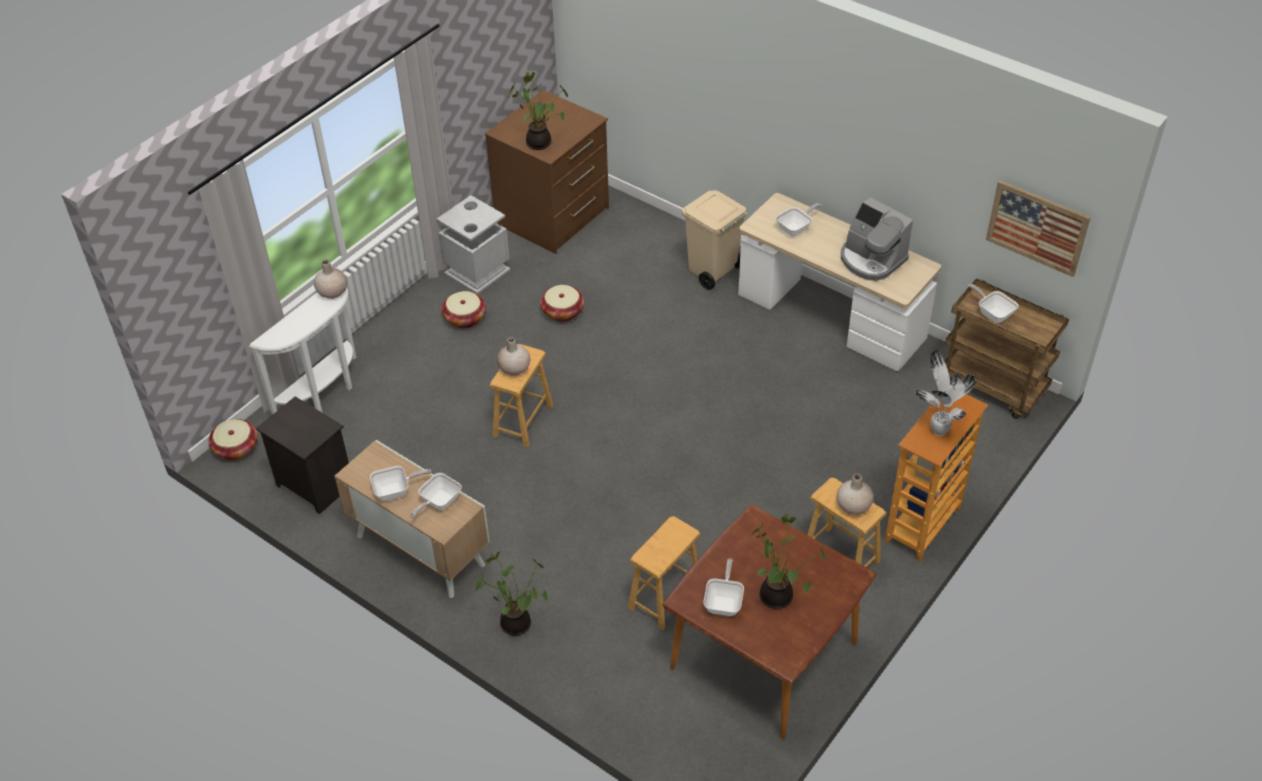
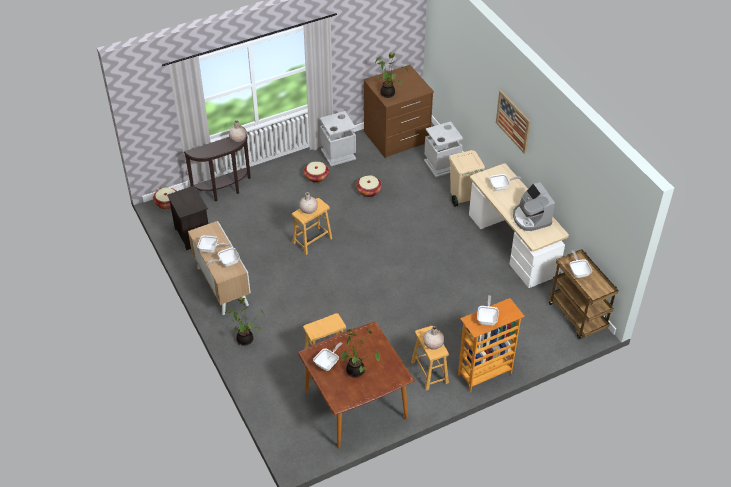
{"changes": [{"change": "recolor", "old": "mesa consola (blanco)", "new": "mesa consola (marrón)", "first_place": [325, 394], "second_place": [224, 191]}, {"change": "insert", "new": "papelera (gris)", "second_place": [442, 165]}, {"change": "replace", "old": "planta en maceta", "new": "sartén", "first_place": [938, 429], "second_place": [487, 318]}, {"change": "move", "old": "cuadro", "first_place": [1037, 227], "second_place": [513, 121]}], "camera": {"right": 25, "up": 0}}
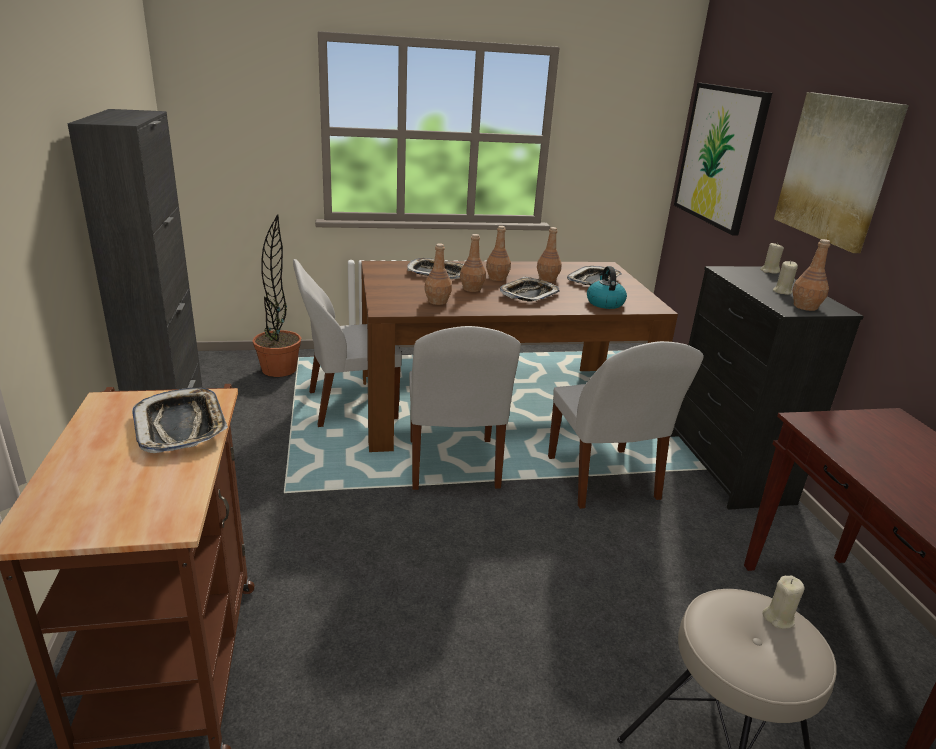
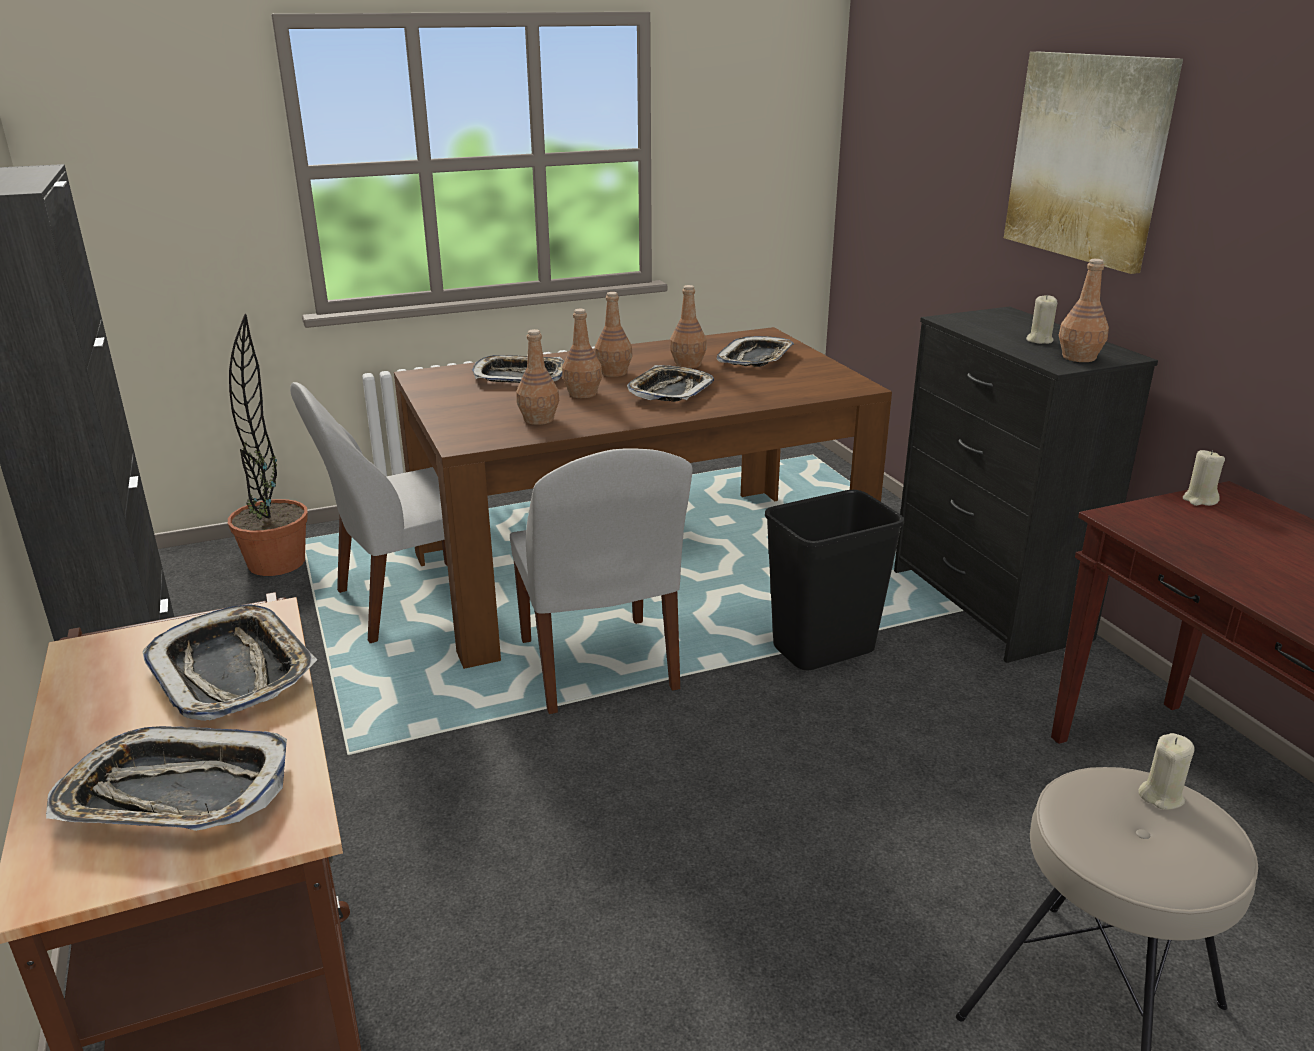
{"changes": [{"change": "insert", "new": "bandeja", "second_place": [175, 794]}, {"change": "replace", "old": "silla (blanco)", "new": "papelera (negro)", "first_place": [603, 480], "second_place": [823, 651]}, {"change": "move", "old": "vela (beis)", "first_place": [769, 271], "second_place": [1199, 500]}, {"change": "delete", "old": "hervidor", "first_place": [604, 303]}, {"change": "delete", "old": "cuadro", "first_place": [719, 156]}], "camera": {"right": -10, "up": 0}}
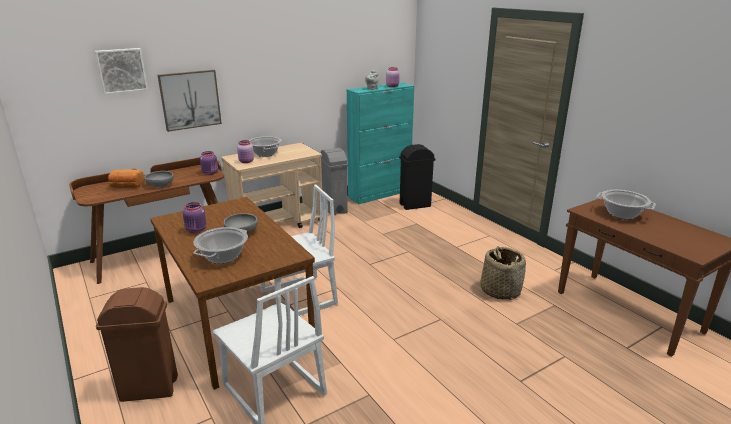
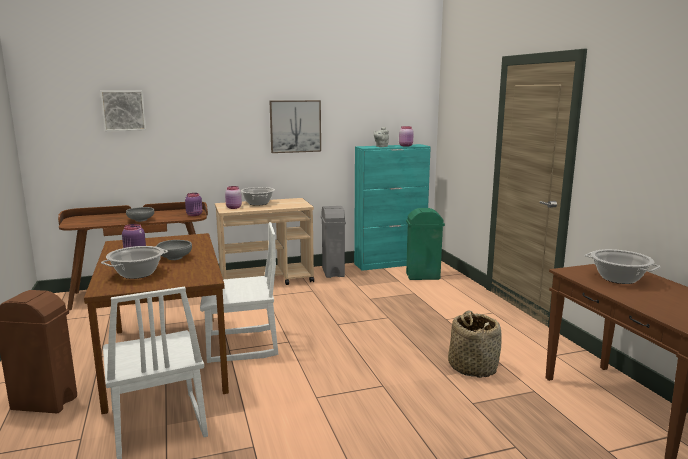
{"changes": [{"change": "move", "old": "cuadro", "first_place": [190, 100], "second_place": [295, 126]}, {"change": "recolor", "old": "papelera (negro)", "new": "papelera (verde)", "first_place": [414, 205], "second_place": [422, 276]}, {"change": "delete", "old": "pan", "first_place": [126, 186]}], "camera": {"right": 15, "up": -10}}
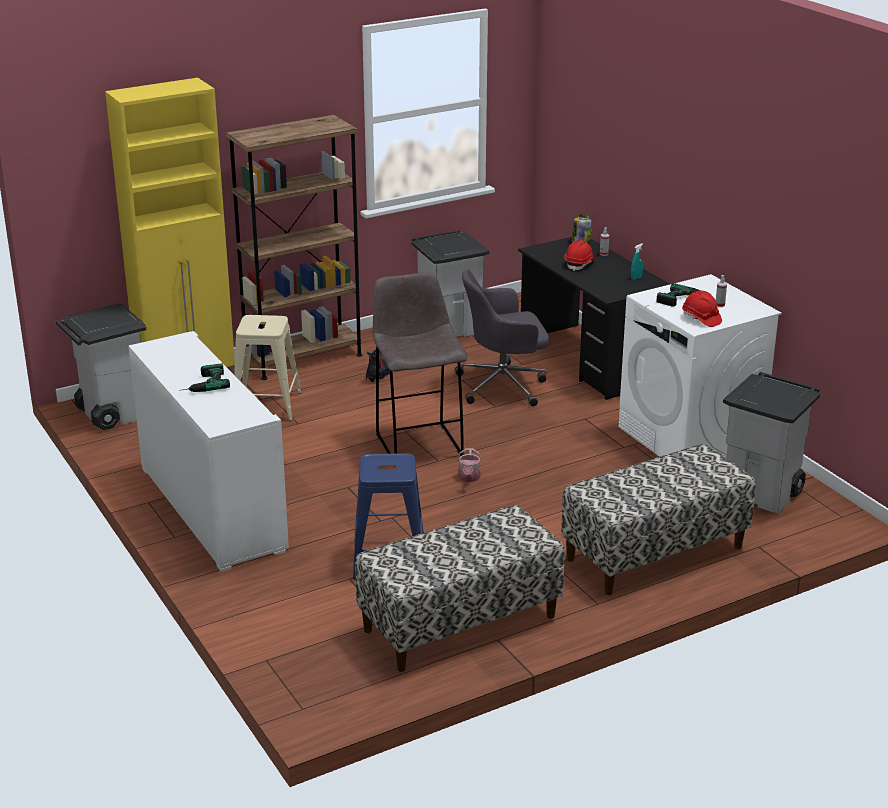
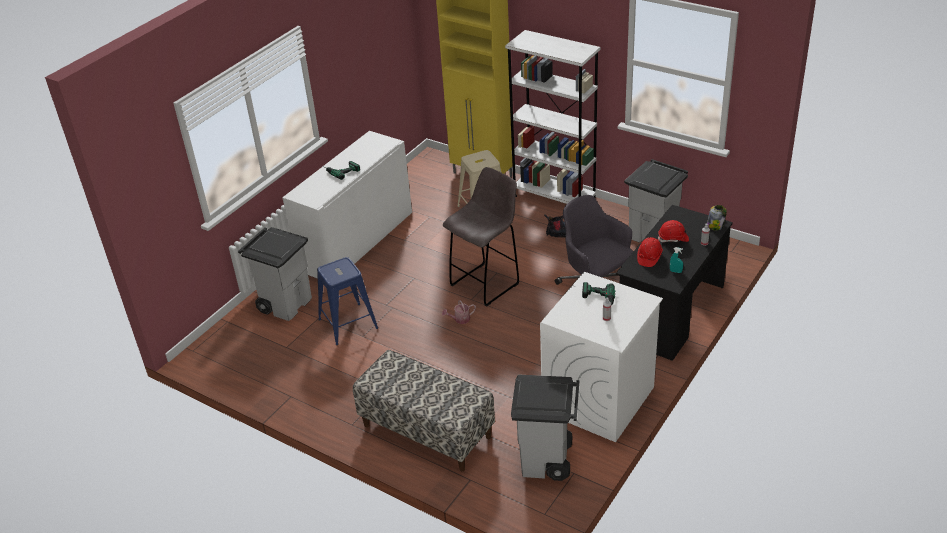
{"changes": [{"change": "move", "old": "papelera (gris)", "first_place": [111, 414], "second_place": [286, 304]}, {"change": "recolor", "old": "estantería (marrón)", "new": "estantería (blanco)", "first_place": [303, 358], "second_place": [554, 198]}, {"change": "move", "old": "casco (rojo)", "first_place": [701, 319], "second_place": [649, 257]}, {"change": "delete", "old": "banco", "first_place": [460, 624]}], "camera": {"right": 65, "up": 10}}
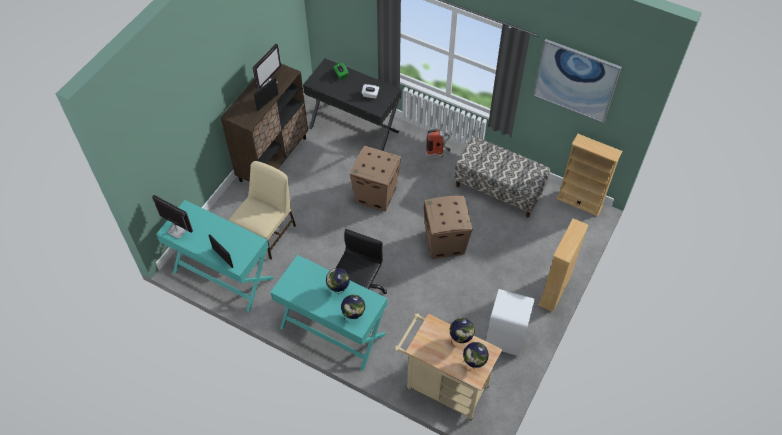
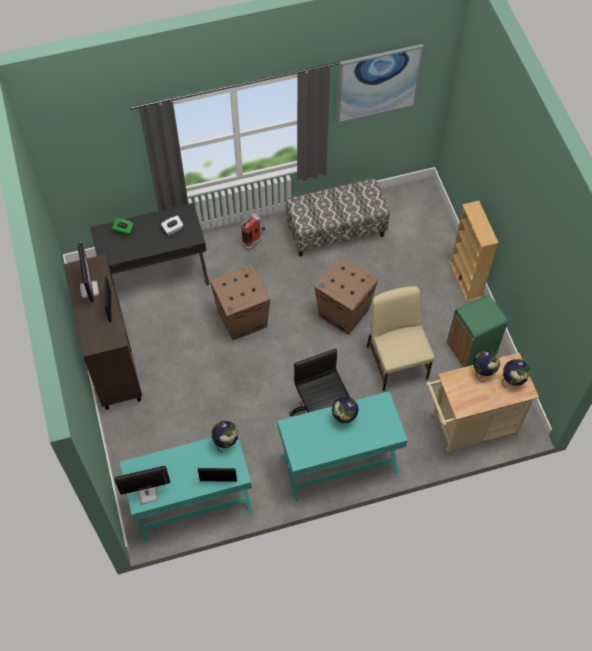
{"changes": [{"change": "move", "old": "globo terráqueo", "first_place": [353, 315], "second_place": [226, 442]}, {"change": "move", "old": "silla (beis)", "first_place": [267, 233], "second_place": [397, 361]}, {"change": "recolor", "old": "papelera (blanco)", "new": "papelera (verde)", "first_place": [505, 338], "second_place": [471, 349]}, {"change": "delete", "old": "estantería (beis)", "first_place": [579, 202]}], "camera": {"right": -45, "up": 5}}
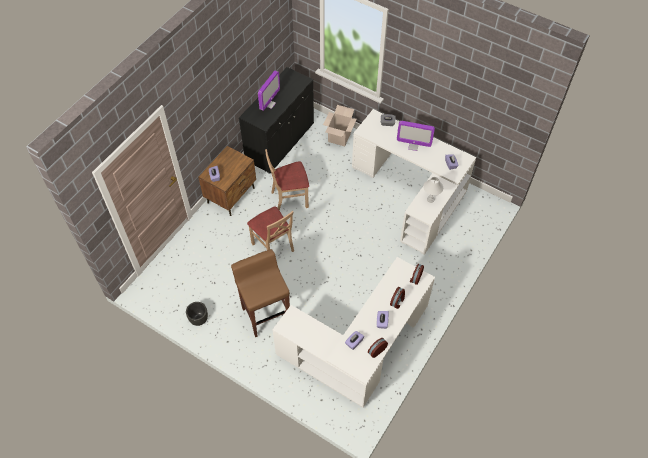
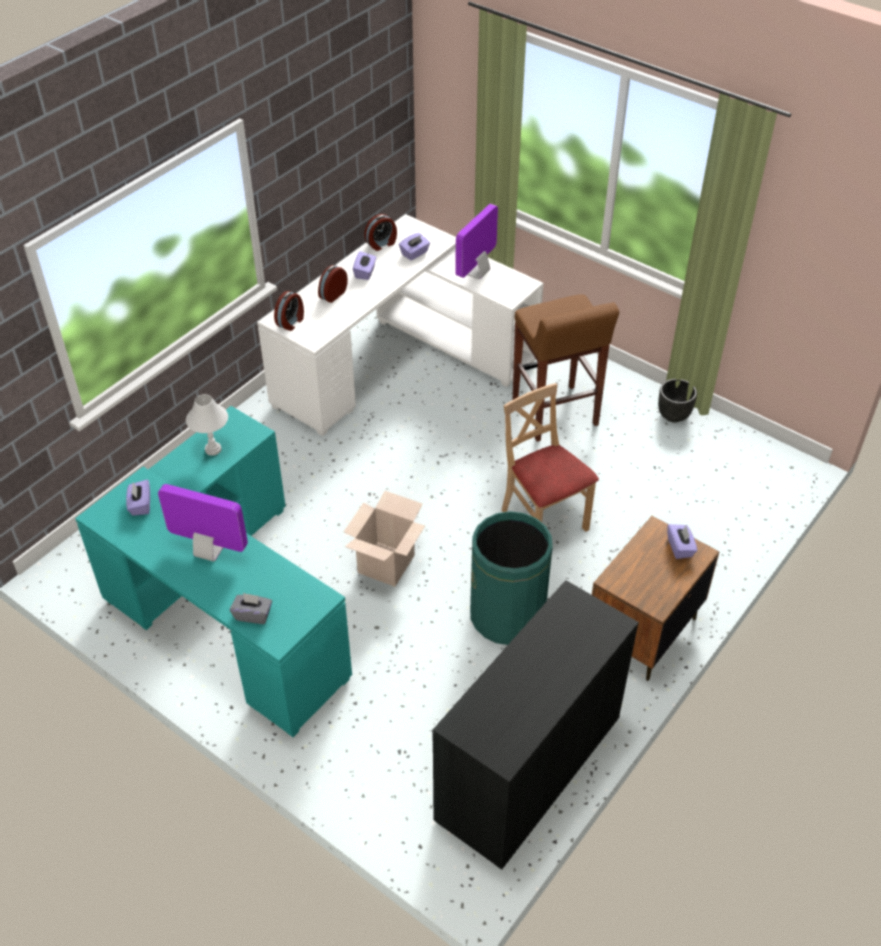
{"changes": [{"change": "recolor", "old": "escritorio (blanco)", "new": "escritorio (turquesa)", "first_place": [412, 193], "second_place": [225, 608]}, {"change": "move", "old": "caja de cartón", "first_place": [339, 137], "second_place": [386, 564]}, {"change": "move", "old": "monitor", "first_place": [269, 104], "second_place": [477, 273]}, {"change": "replace", "old": "silla (beis)", "new": "papelera (verde)", "first_place": [289, 198], "second_place": [507, 616]}], "camera": {"right": -175, "up": -10}}
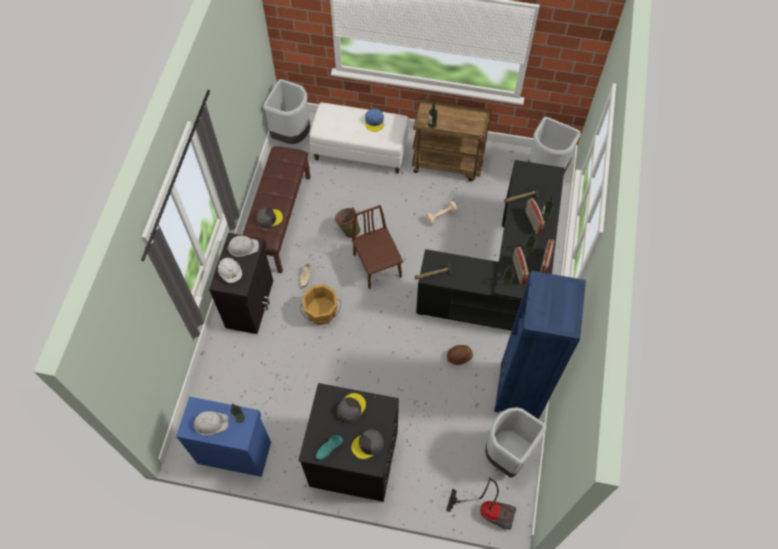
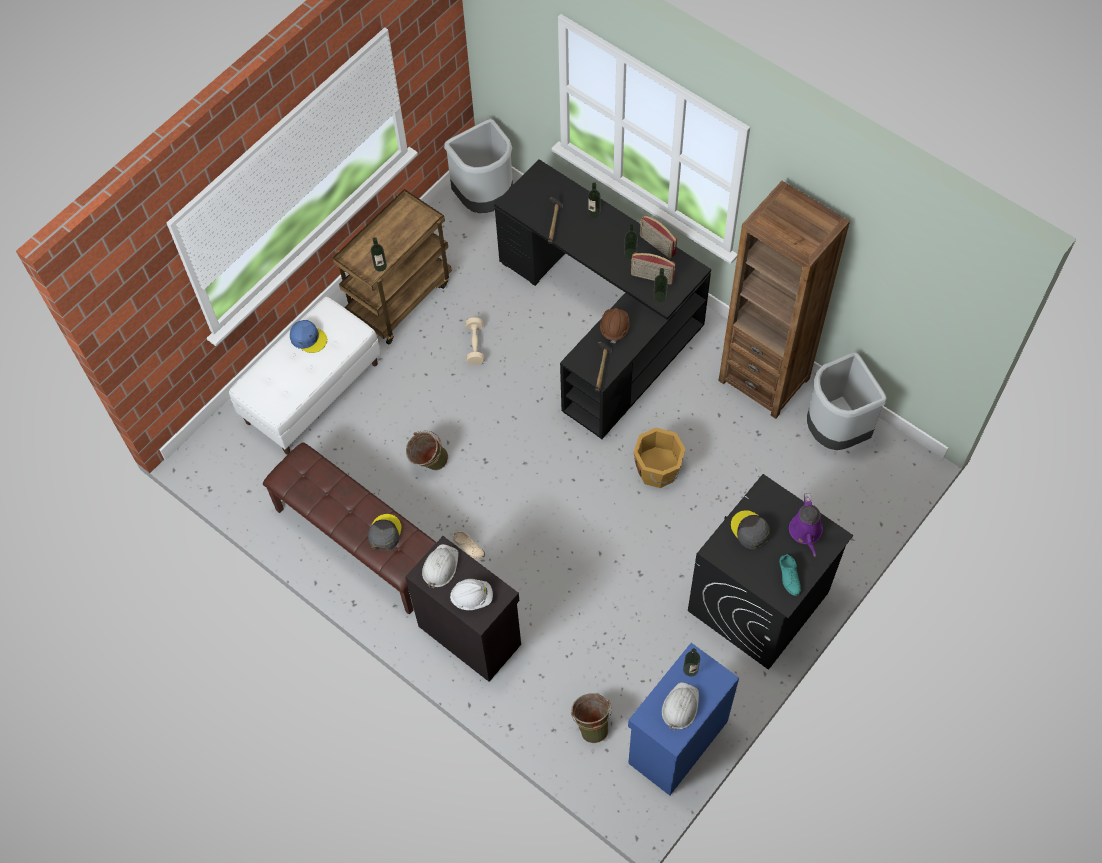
{"changes": [{"change": "insert", "new": "cubo (verde)", "second_place": [592, 724]}, {"change": "move", "old": "casco (marrón)", "first_place": [459, 357], "second_place": [614, 328]}, {"change": "move", "old": "cubo (naranja)", "first_place": [321, 313], "second_place": [658, 470]}, {"change": "recolor", "old": "estantería (azul)", "new": "estantería (marrón)", "first_place": [519, 391], "second_place": [764, 379]}, {"change": "replace", "old": "gorra (gris)", "new": "regadera (morado)", "first_place": [368, 445], "second_place": [806, 532]}, {"change": "delete", "old": "papelera (gris)", "first_place": [292, 136]}, {"change": "delete", "old": "silla (marrón)", "first_place": [377, 265]}, {"change": "delete", "old": "aspiradora", "first_place": [487, 509]}, {"change": "delete", "old": "radio", "first_place": [532, 222]}], "camera": {"right": -60, "up": 0}}
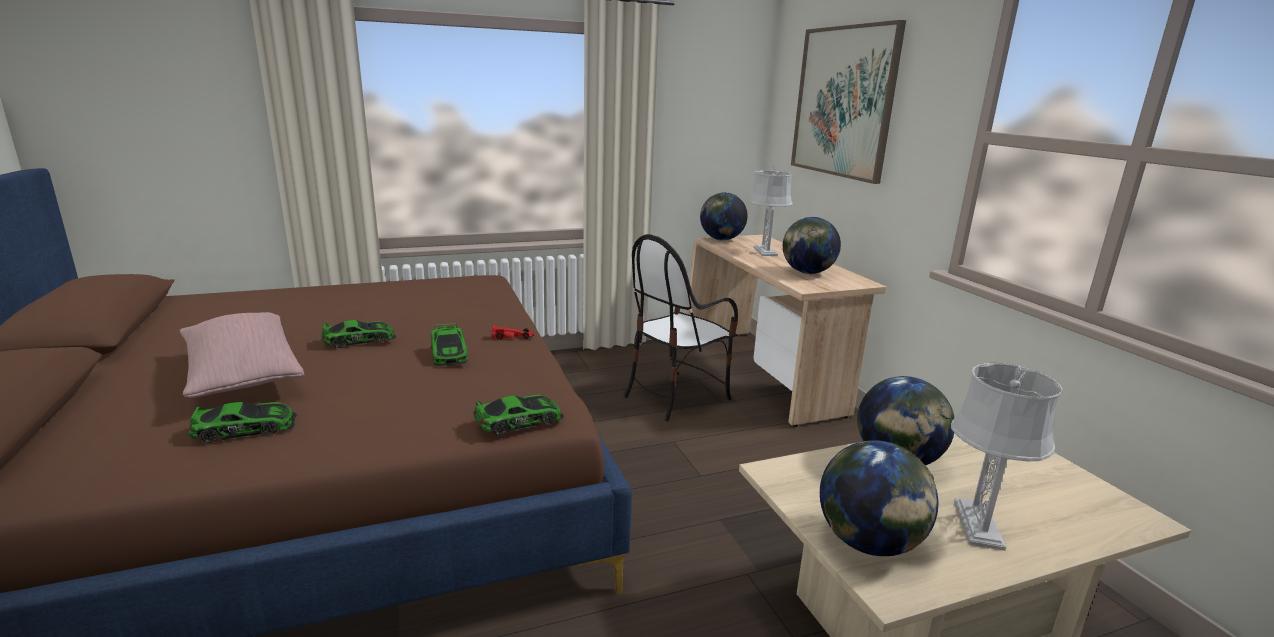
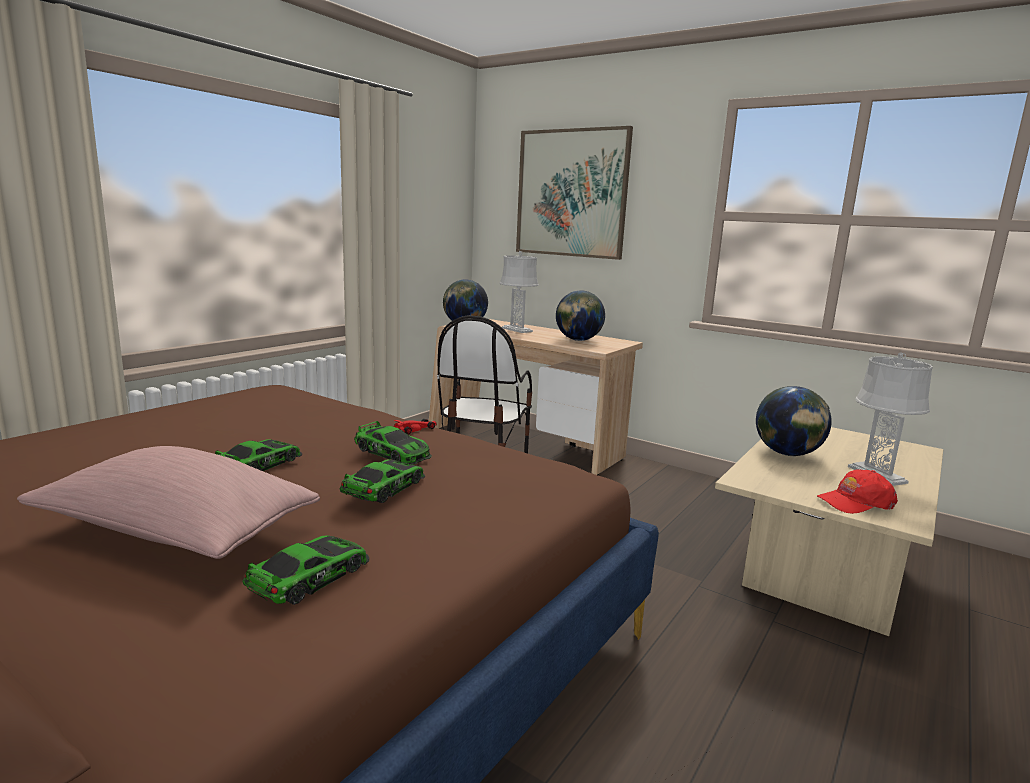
{"changes": [{"change": "move", "old": "coche de juguete", "first_place": [519, 420], "second_place": [385, 487]}, {"change": "replace", "old": "globo terráqueo", "new": "gorra (rojo)", "first_place": [868, 543], "second_place": [855, 502]}], "camera": {"right": -35, "up": -5}}
